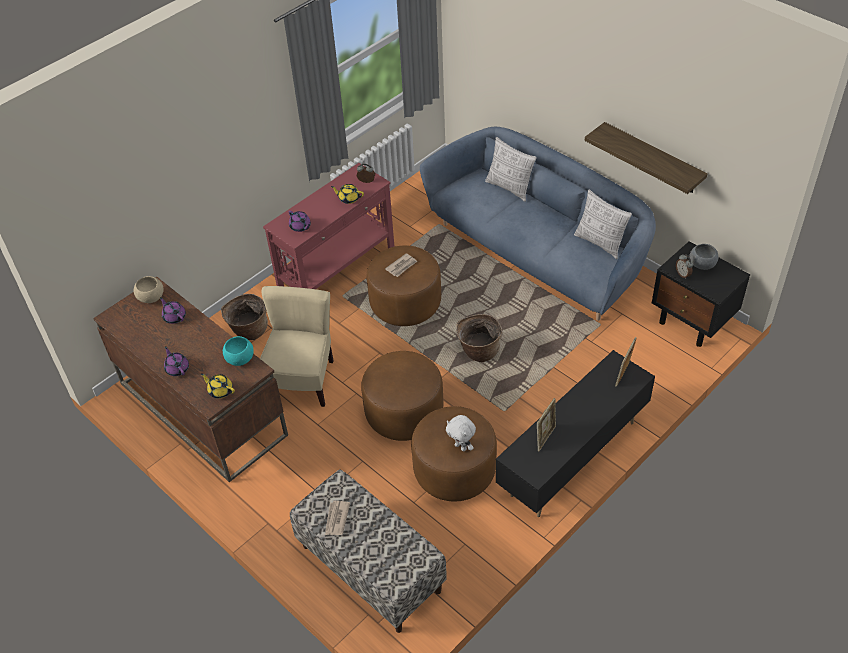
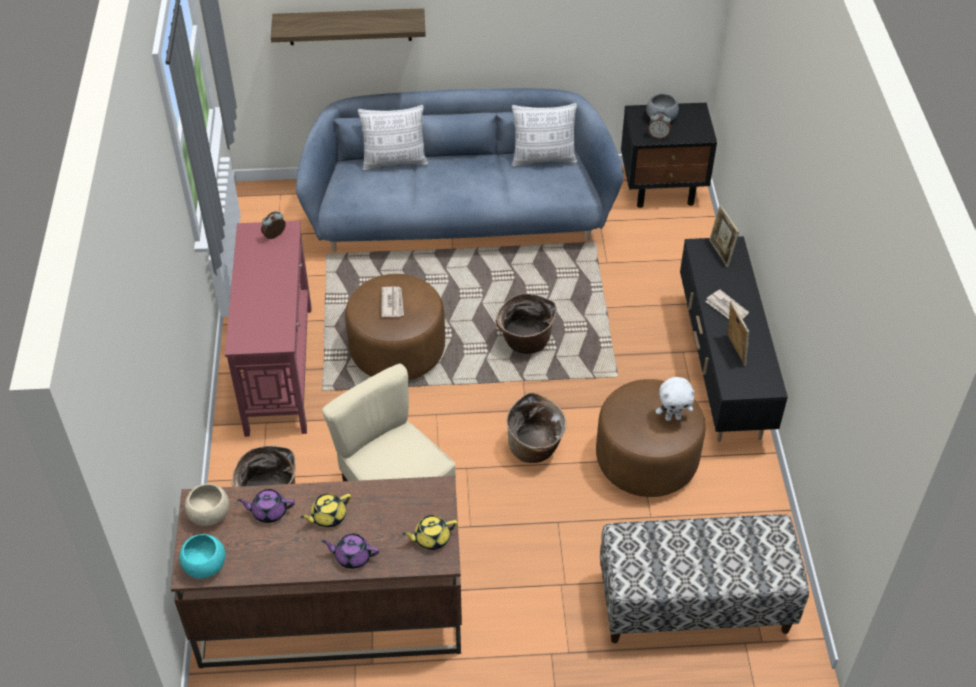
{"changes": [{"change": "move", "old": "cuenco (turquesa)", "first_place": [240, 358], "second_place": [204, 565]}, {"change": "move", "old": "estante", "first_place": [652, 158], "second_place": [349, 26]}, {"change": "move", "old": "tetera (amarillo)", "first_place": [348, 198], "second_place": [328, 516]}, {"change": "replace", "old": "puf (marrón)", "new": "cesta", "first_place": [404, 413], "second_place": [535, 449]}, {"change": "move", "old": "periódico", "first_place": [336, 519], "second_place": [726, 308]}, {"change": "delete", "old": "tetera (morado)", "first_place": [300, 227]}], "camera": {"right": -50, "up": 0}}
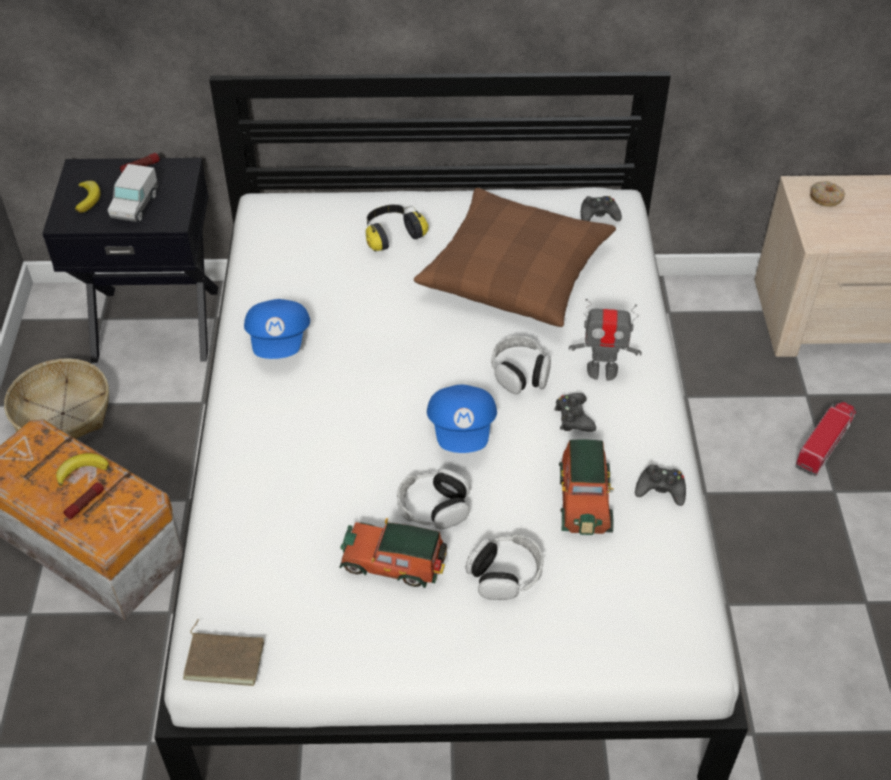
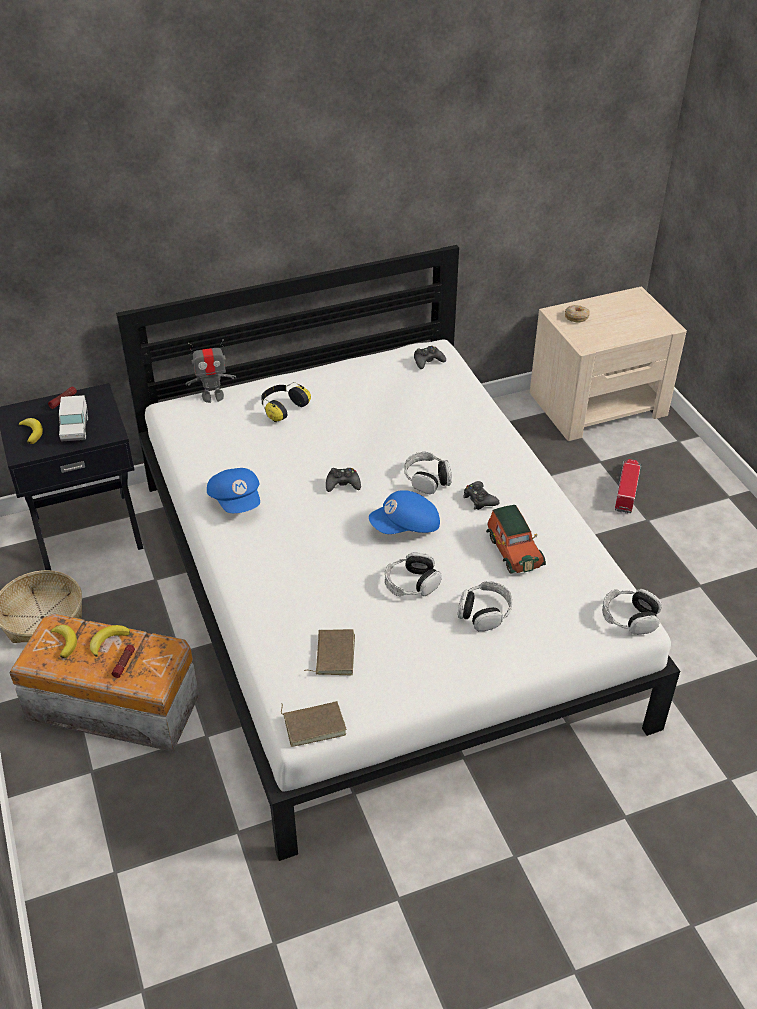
{"changes": [{"change": "insert", "new": "plátano", "second_place": [65, 642]}, {"change": "move", "old": "robot de juguete", "first_place": [602, 370], "second_place": [213, 396]}, {"change": "insert", "new": "libro (marrón)", "second_place": [333, 654]}, {"change": "move", "old": "mando de consola (negro)", "first_place": [660, 489], "second_place": [343, 484]}, {"change": "rotate", "old": "gorra (azul)", "first_place": [463, 430], "second_place": [406, 527], "degrees": 90}, {"change": "insert", "new": "auriculares", "second_place": [629, 618]}, {"change": "delete", "old": "coche de juguete", "first_place": [395, 563]}, {"change": "delete", "old": "cojín (marrón)", "first_place": [515, 272]}], "camera": {"right": -20, "up": -5}}
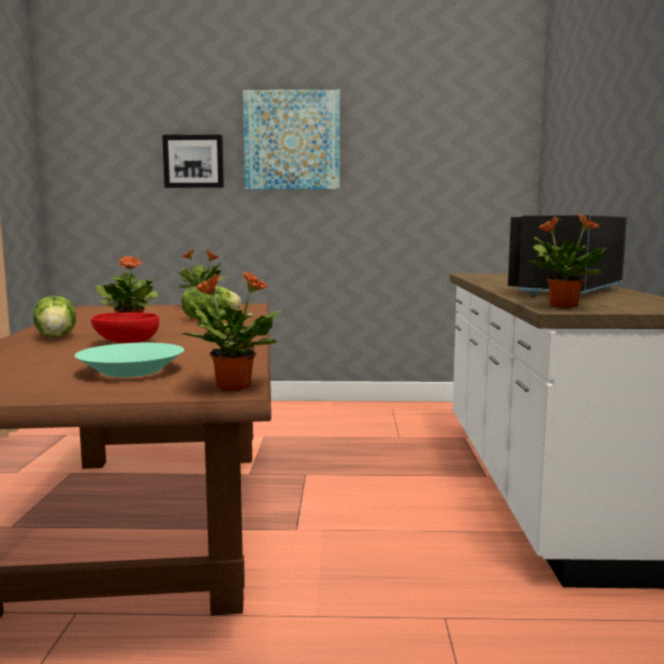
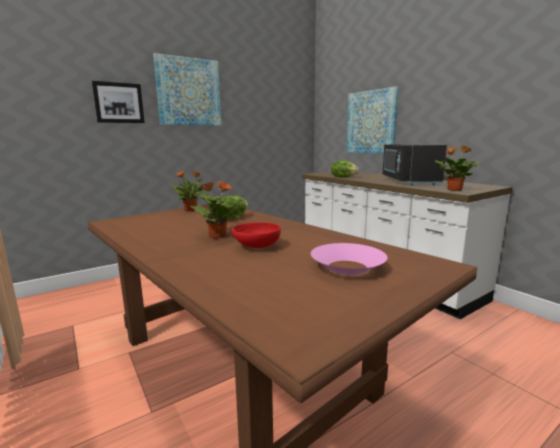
{"changes": [{"change": "recolor", "old": "cuenco (turquesa)", "new": "cuenco (rosa)", "first_place": [132, 370], "second_place": [347, 267]}, {"change": "move", "old": "lechuga", "first_place": [57, 337], "second_place": [343, 177]}, {"change": "insert", "new": "cuadro", "second_place": [371, 122]}, {"change": "delete", "old": "planta en maceta", "first_place": [232, 387]}], "camera": {"right": -35, "up": 5}}
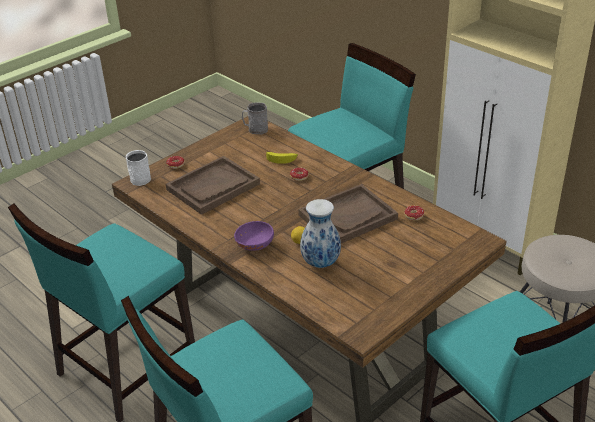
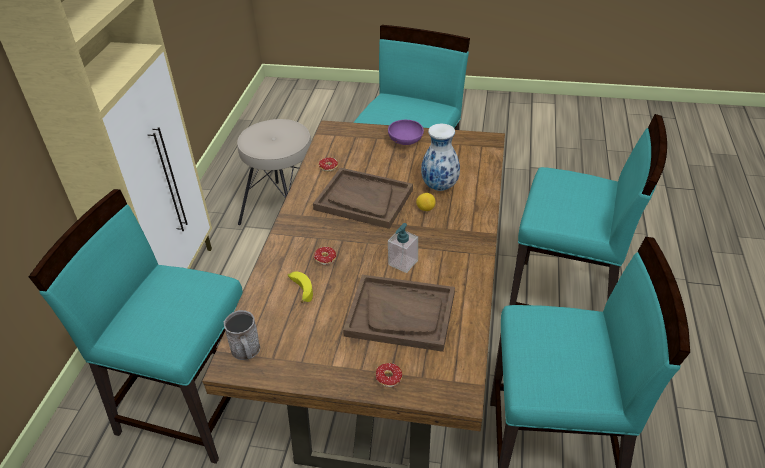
{"changes": [{"change": "move", "old": "cuenco (morado)", "first_place": [254, 246], "second_place": [406, 142]}, {"change": "insert", "new": "dispensador de jabón", "second_place": [403, 262]}, {"change": "delete", "old": "taza grande (blanco)", "first_place": [139, 178]}], "camera": {"right": -125, "up": 5}}
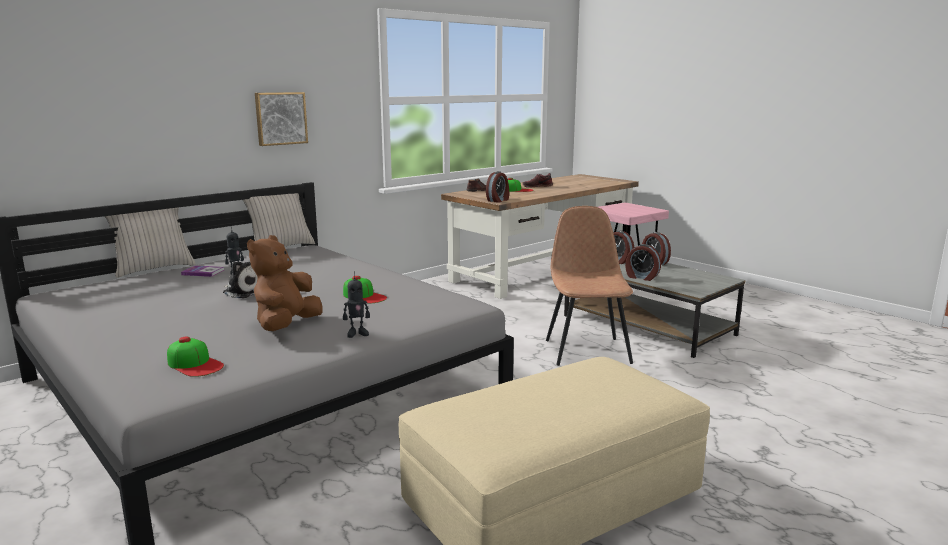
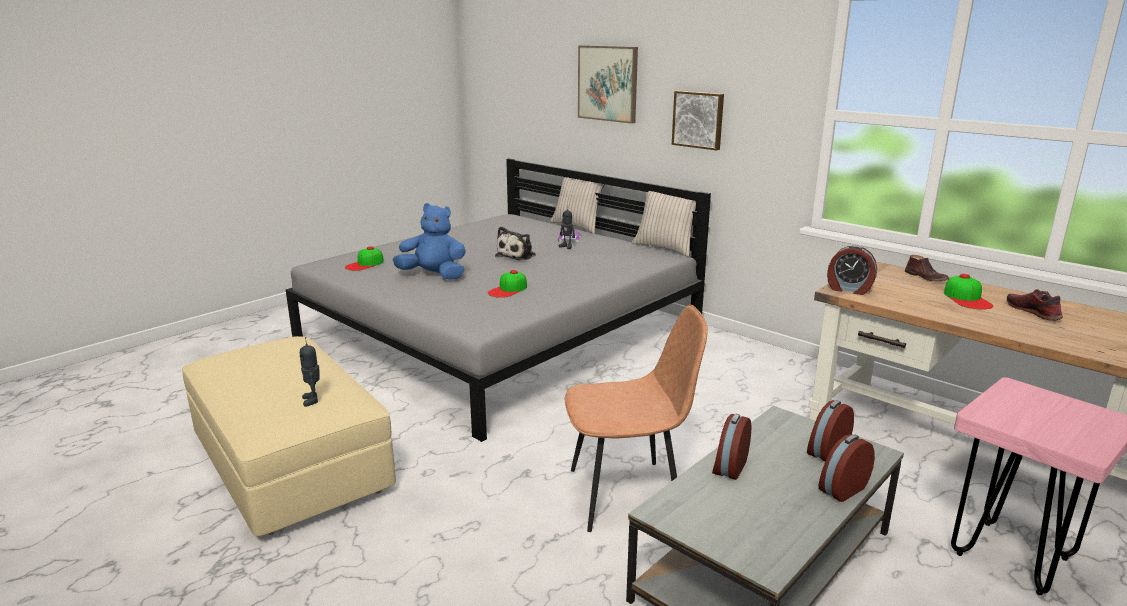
{"changes": [{"change": "move", "old": "robot de juguete", "first_place": [357, 333], "second_place": [313, 400]}, {"change": "recolor", "old": "peluche (marrón)", "new": "peluche (azul)", "first_place": [286, 326], "second_place": [434, 276]}, {"change": "insert", "new": "cuadro", "second_place": [608, 83]}], "camera": {"right": 85, "up": 5}}
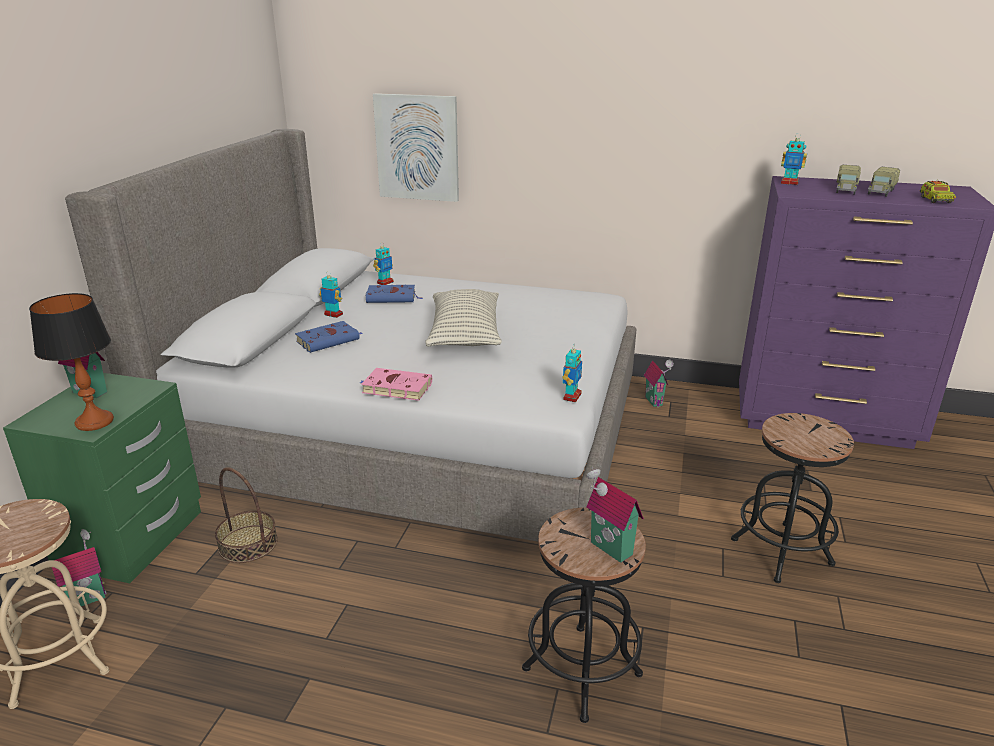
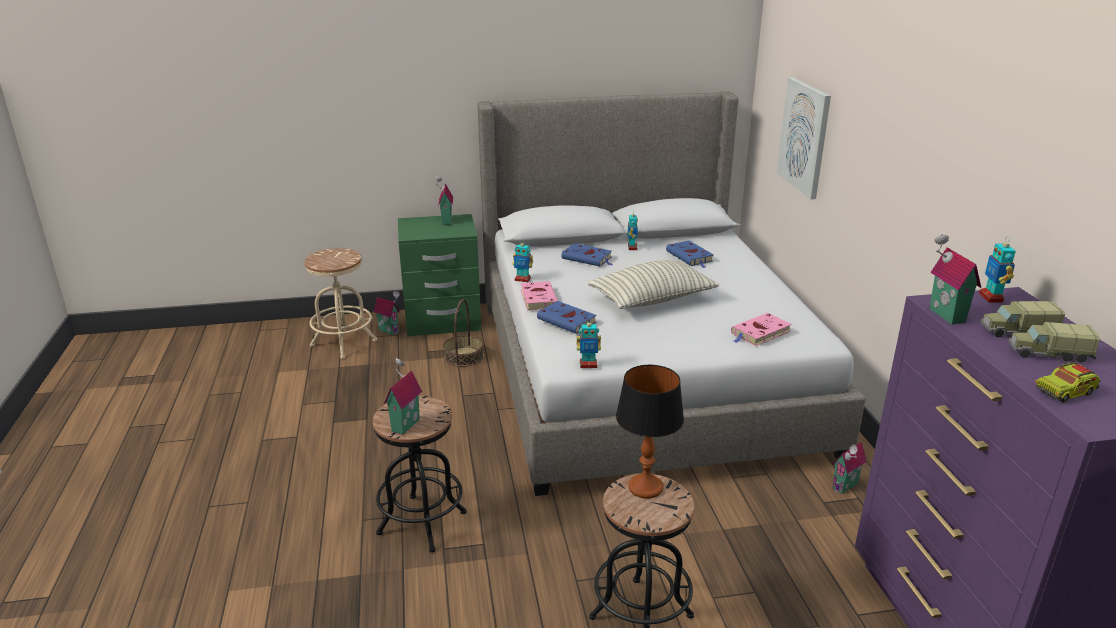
{"changes": [{"change": "move", "old": "robot de juguete", "first_place": [385, 282], "second_place": [522, 279]}, {"change": "insert", "new": "libro (azul)", "second_place": [568, 321]}, {"change": "move", "old": "lámpara de mesa", "first_place": [95, 421], "second_place": [646, 487]}, {"change": "insert", "new": "libro (rosa)", "second_place": [759, 333]}, {"change": "insert", "new": "casita", "second_place": [944, 315]}], "camera": {"right": 65, "up": 0}}
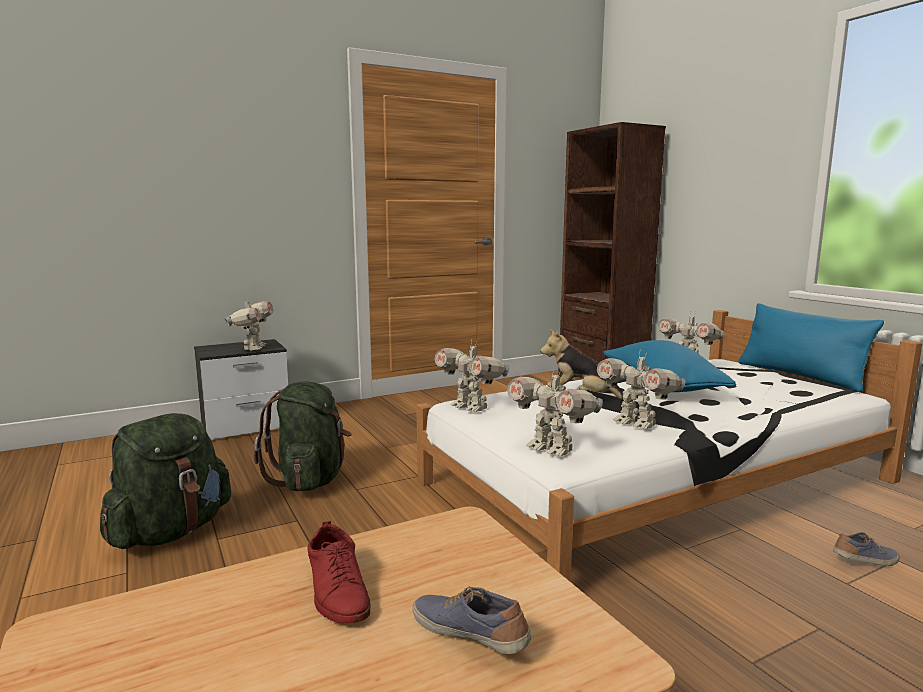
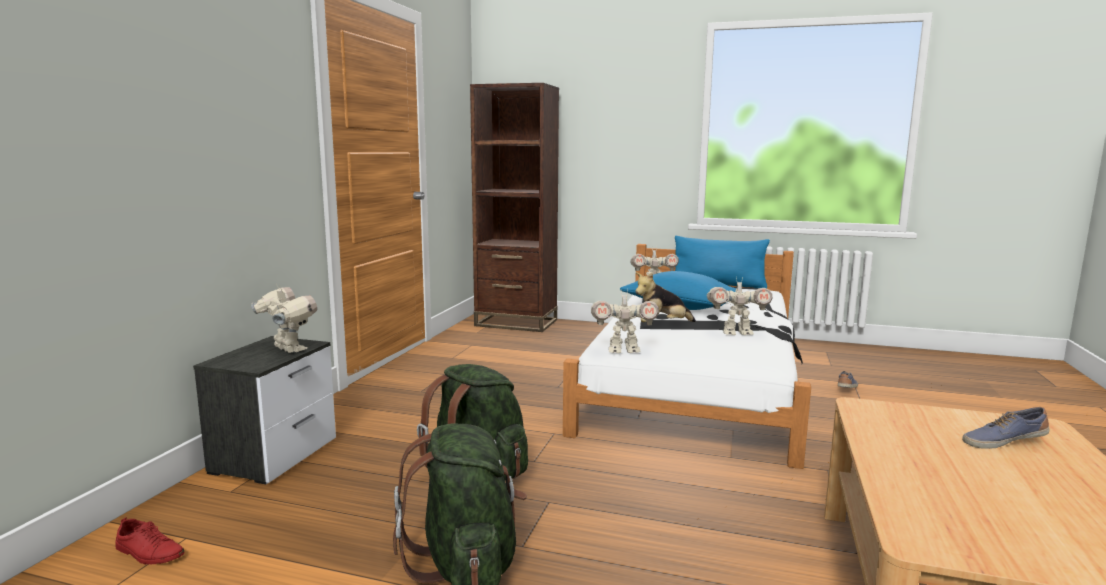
{"changes": [{"change": "move", "old": "zapato (rojo)", "first_place": [337, 590], "second_place": [149, 552]}, {"change": "delete", "old": "robot de juguete", "first_place": [551, 449]}], "camera": {"right": -45, "up": 0}}
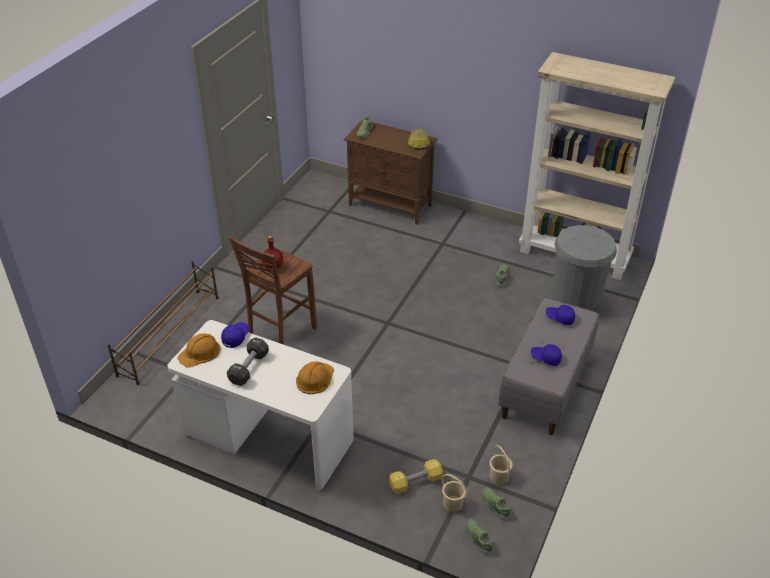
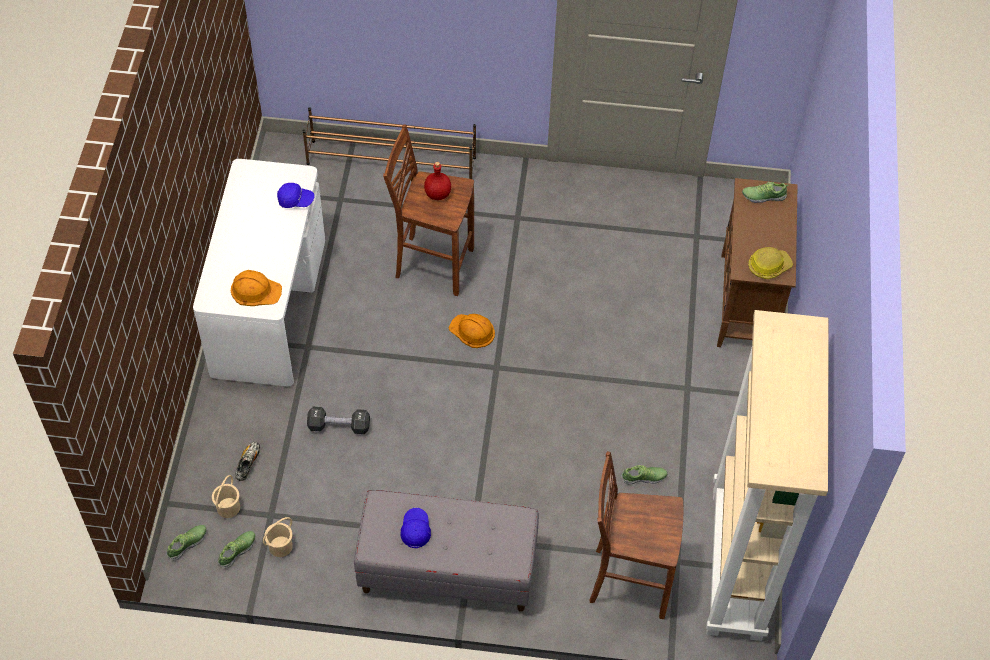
{"changes": [{"change": "replace", "old": "mancuerna (amarillo)", "new": "zapato", "first_place": [415, 482], "second_place": [248, 464]}, {"change": "move", "old": "mancuerna (negro)", "first_place": [249, 368], "second_place": [339, 426]}, {"change": "move", "old": "casco (naranja)", "first_place": [200, 353], "second_place": [472, 331]}, {"change": "replace", "old": "papelera (gris)", "new": "taburete (marrón)", "first_place": [575, 303], "second_place": [627, 580]}, {"change": "delete", "old": "gorra (azul)", "first_place": [560, 318]}], "camera": {"right": 70, "up": 15}}
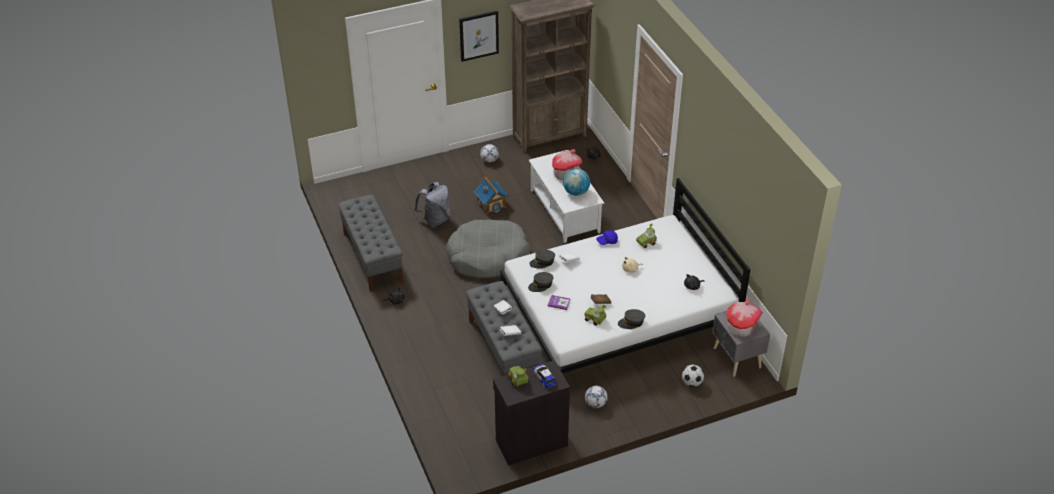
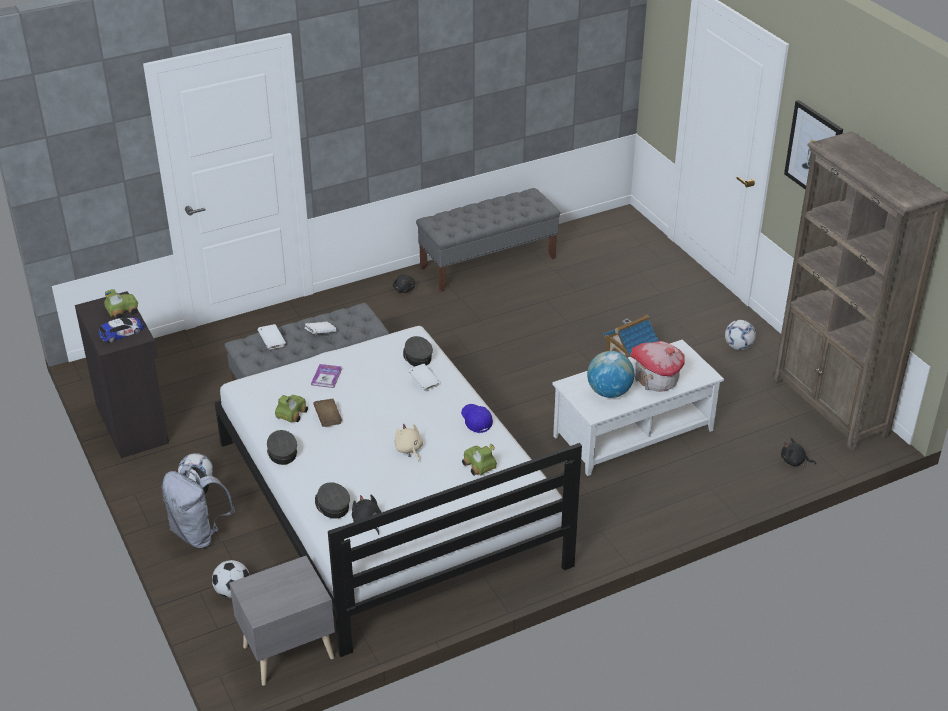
{"changes": [{"change": "move", "old": "mochila (gris)", "first_place": [435, 220], "second_place": [199, 534]}, {"change": "move", "old": "gorra (gris)", "first_place": [541, 285], "second_place": [332, 506]}, {"change": "delete", "old": "cama para perro (gris)", "first_place": [488, 257]}, {"change": "delete", "old": "casita", "first_place": [741, 327]}], "camera": {"right": 85, "up": -5}}
